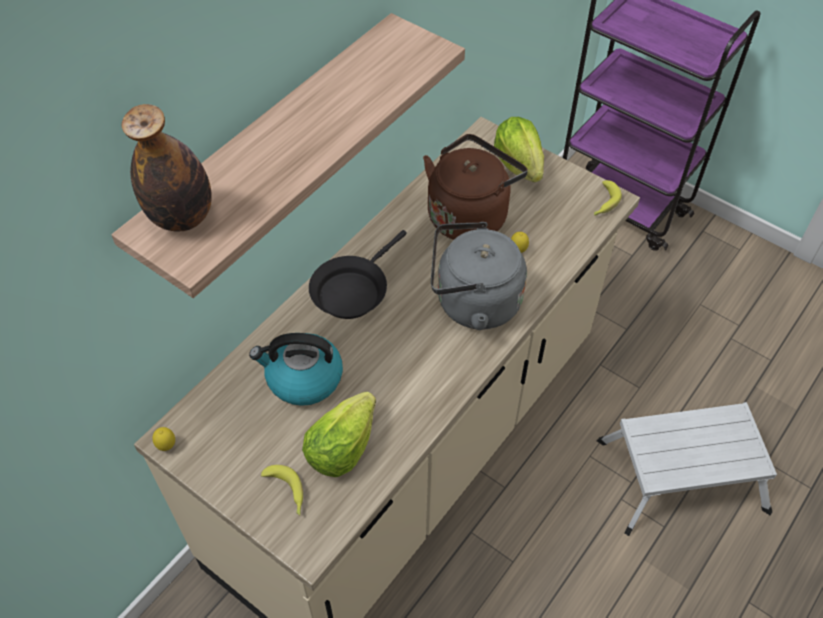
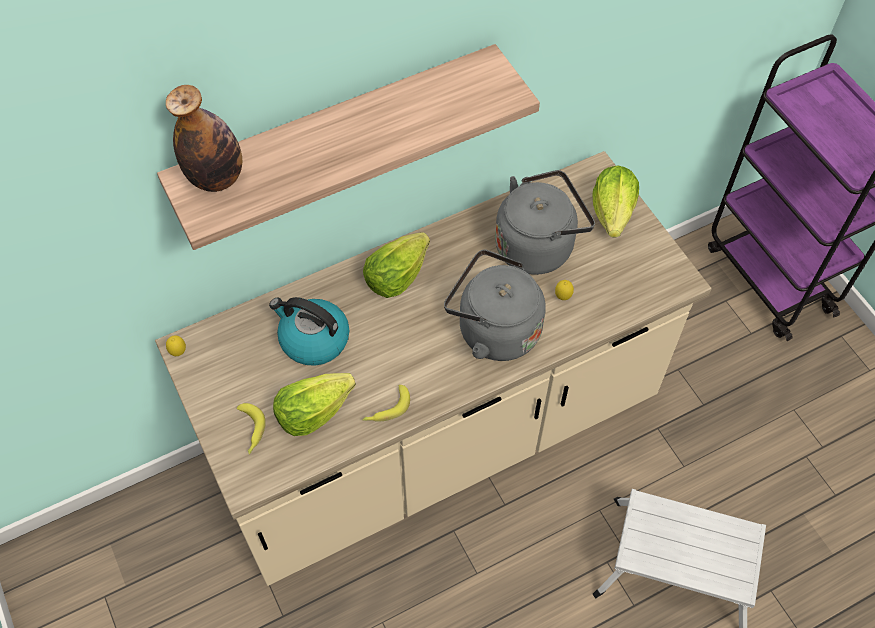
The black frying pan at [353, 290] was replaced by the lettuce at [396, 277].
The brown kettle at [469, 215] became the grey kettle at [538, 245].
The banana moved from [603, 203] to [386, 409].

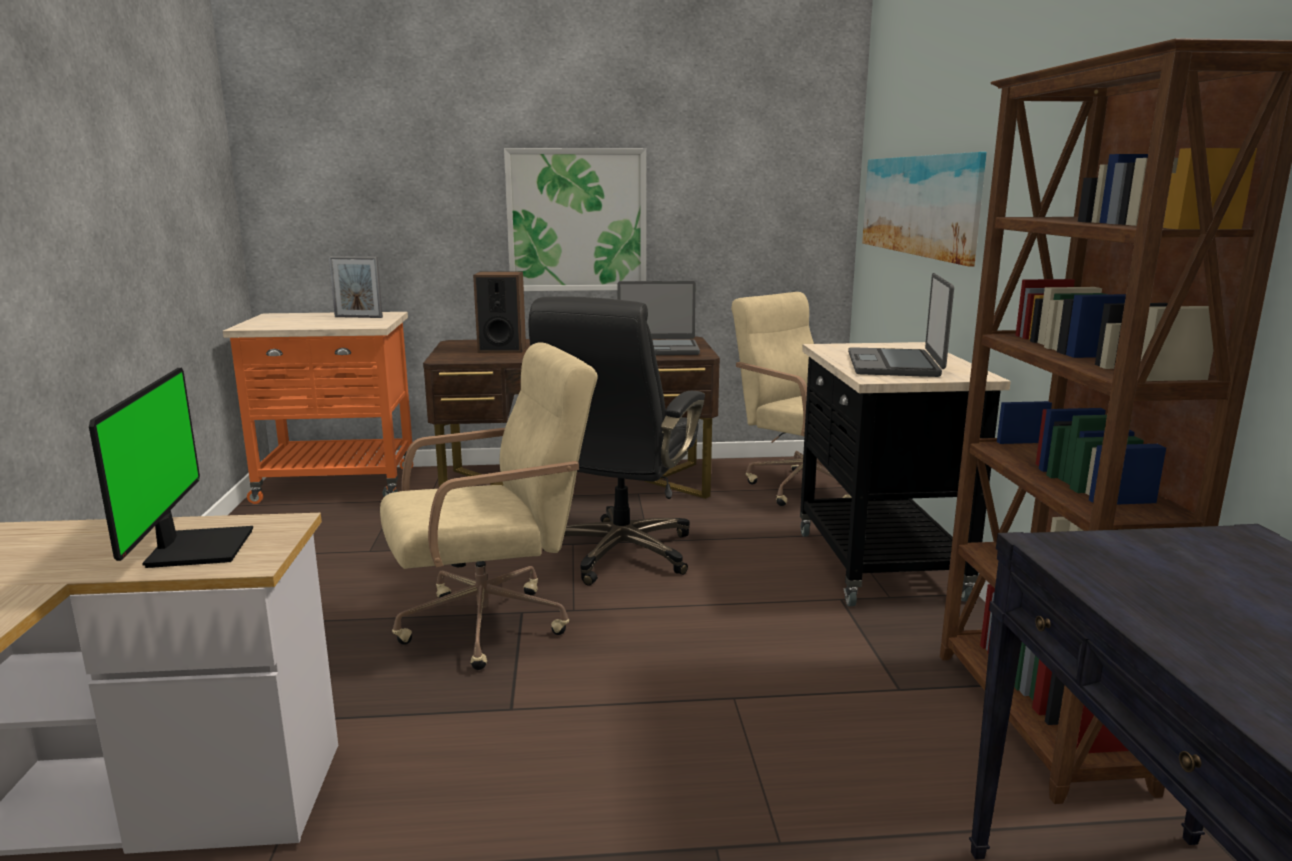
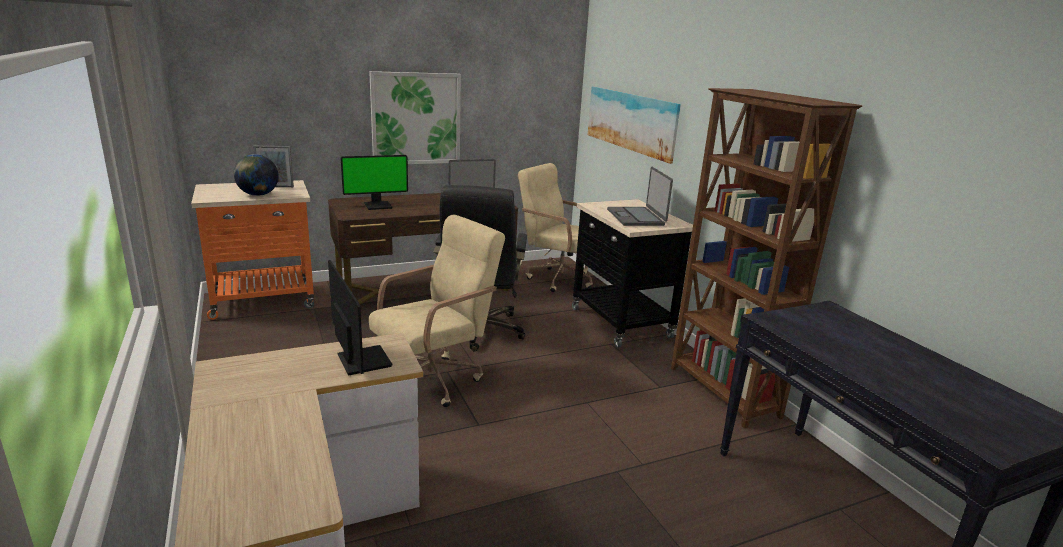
The speaker at [502, 349] was replaced by the monitor at [378, 205].
The globe at [258, 195] appeared.

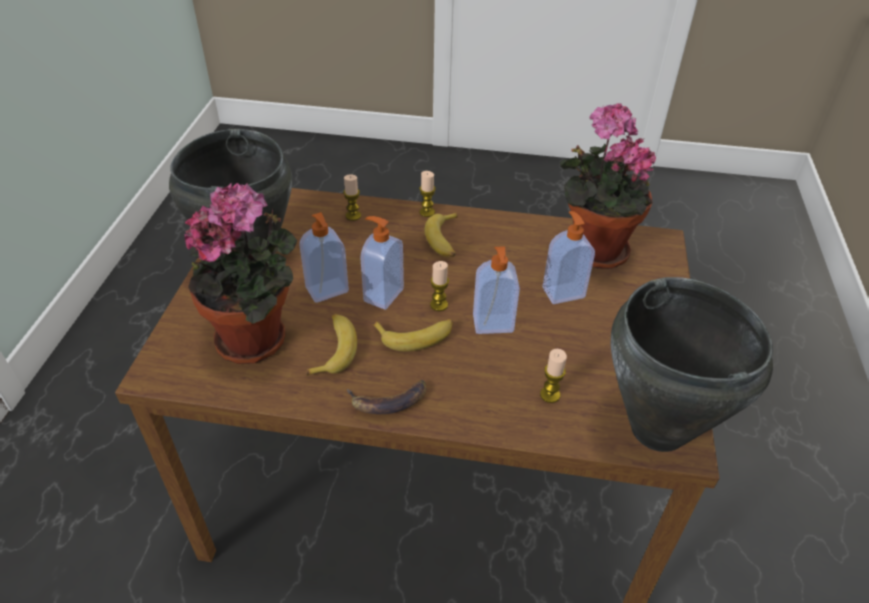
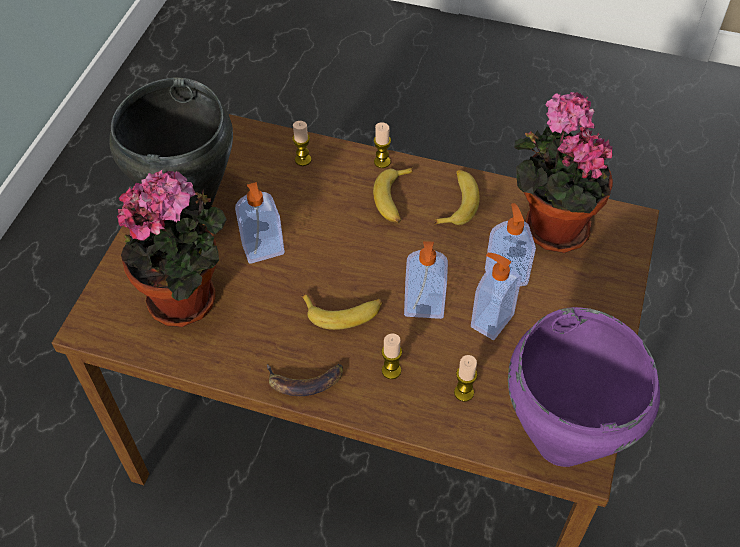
The banana moved from [334, 349] to [457, 202].
The soap dispenser moved from [382, 295] to [490, 320].
The candle moved from [439, 305] to [391, 370].
The black cooking pot at [657, 430] became the purple cooking pot at [561, 443].

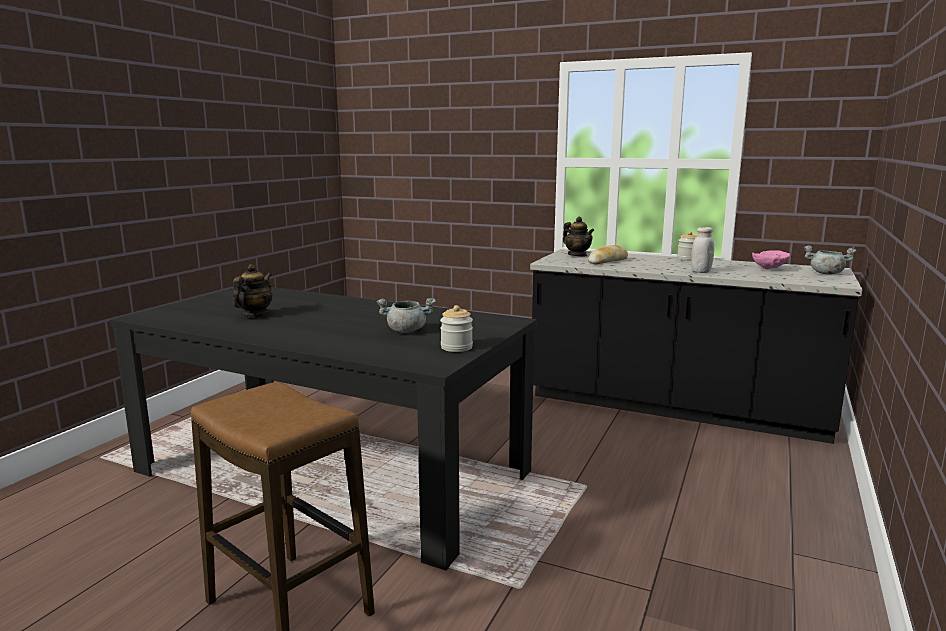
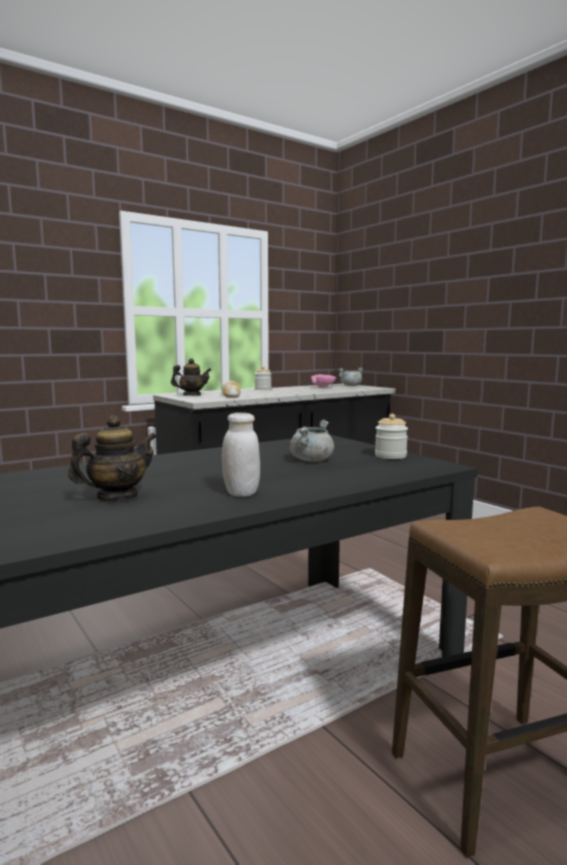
The teapot at [254, 315] turned 90 degrees clockwise.
The white jar moved from [700, 271] to [241, 493].

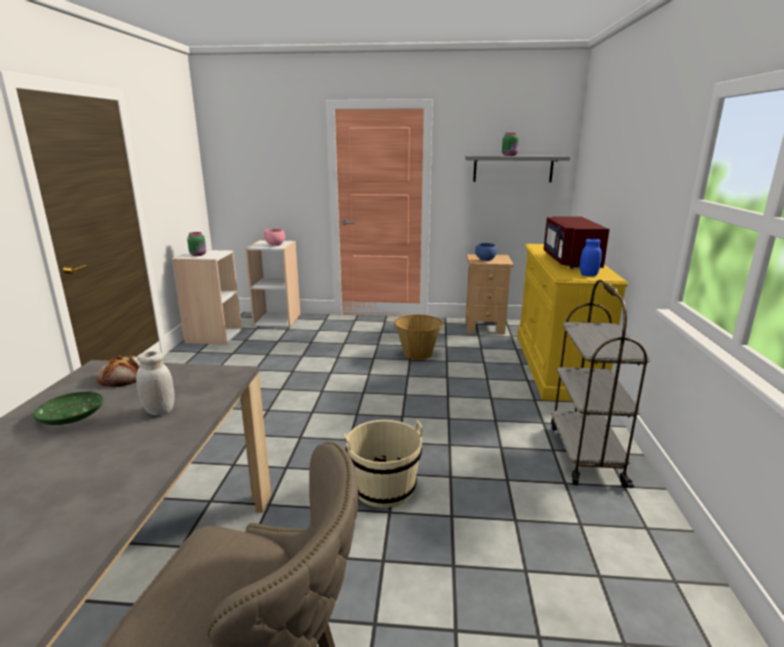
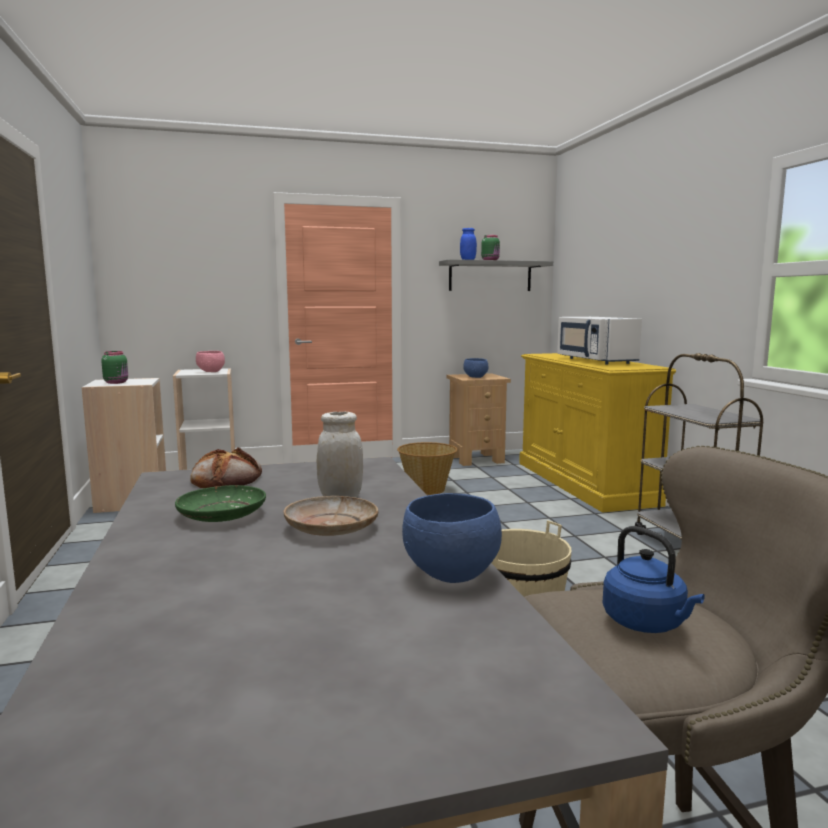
The red microwave at [570, 261] became the white microwave at [594, 361].
The blue jar moved from [588, 275] to [468, 259].
The beige plate at [331, 527] appeared.
The blue bowl at [452, 575] appeared.
The blue kettle at [647, 623] appeared.

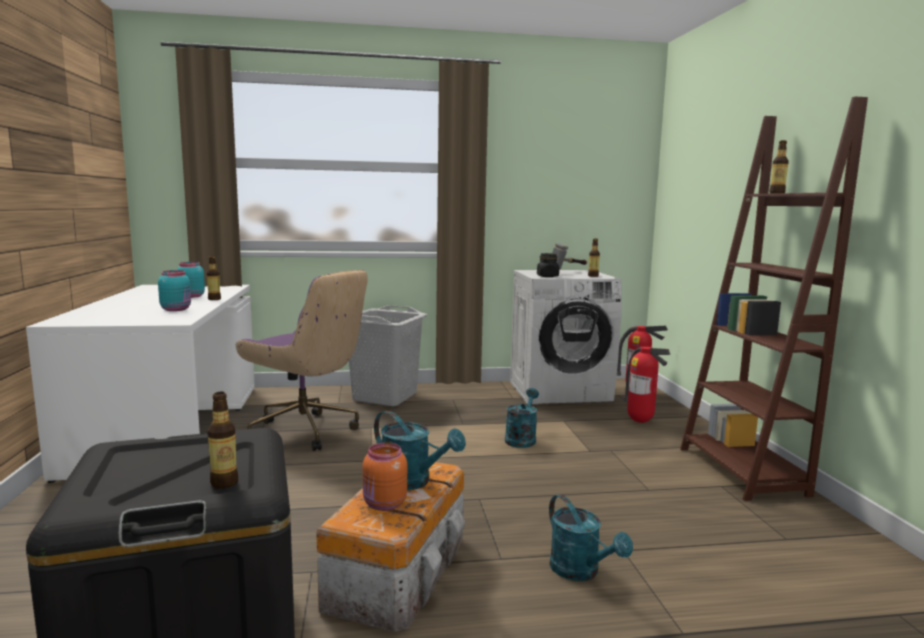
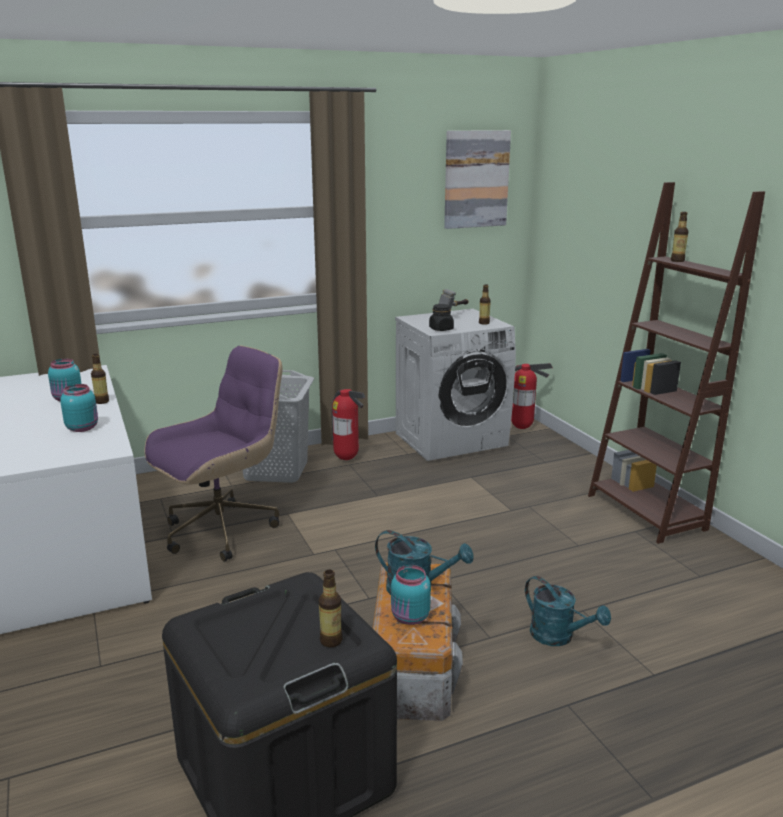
The purple office chair at [306, 432] turned 60 degrees counterclockwise.
The orange jar at [384, 504] became the turquoise jar at [410, 618].
The turquoise watering can at [521, 438] disappeared.
The fire extinguisher moved from [640, 421] to [347, 458].
The picture at [476, 179] appeared.

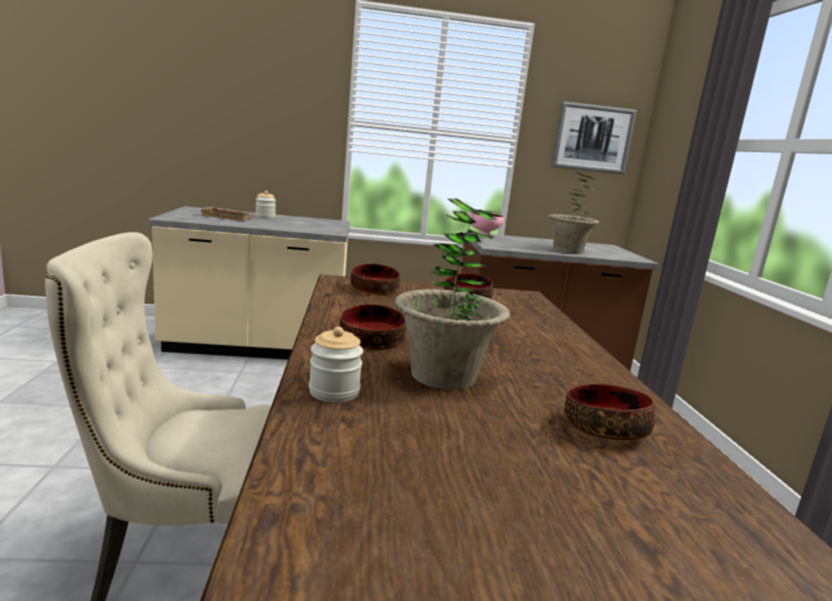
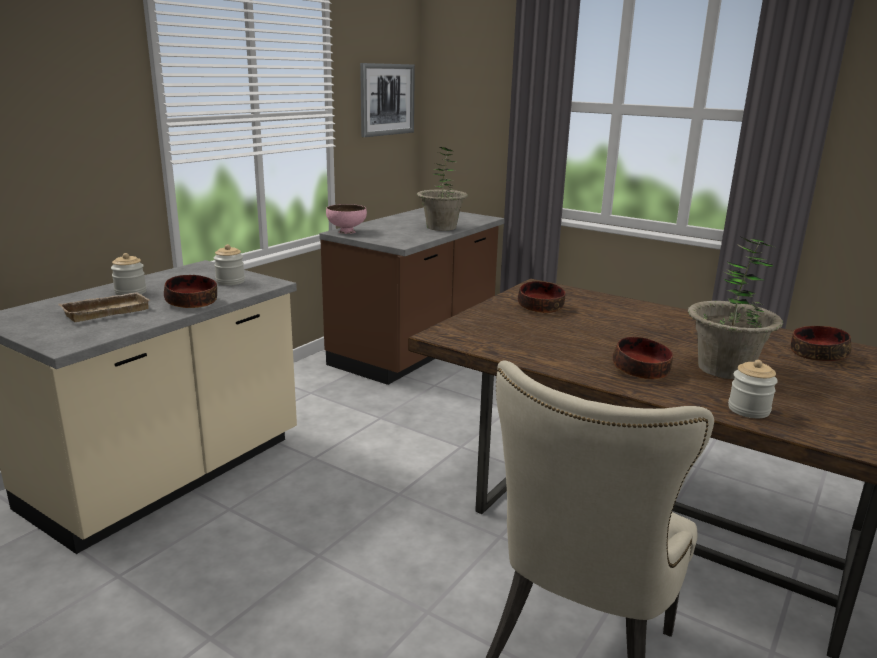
The bowl moved from [373, 290] to [191, 303].
The jar at [230, 281] appeared.

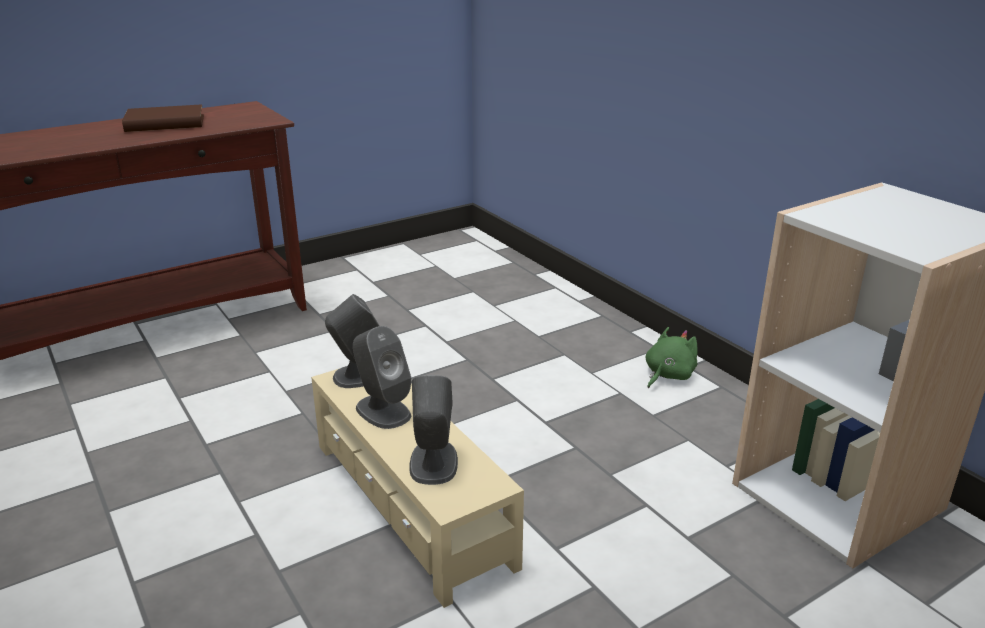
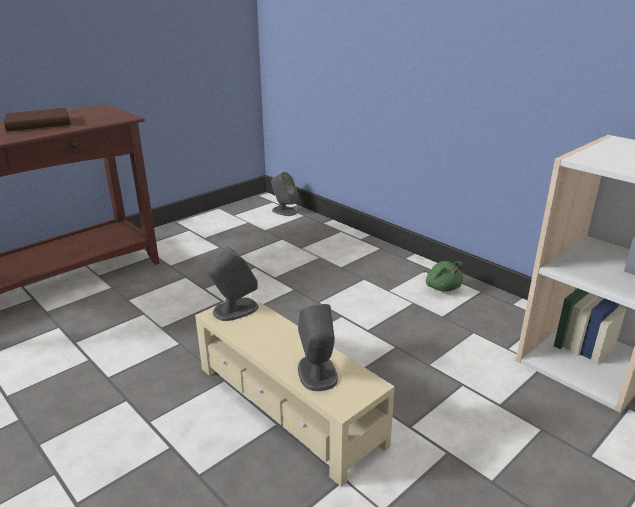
The grey speaker moved from [382, 411] to [284, 211].
The green plush toy at [667, 375] turned 120 degrees clockwise.

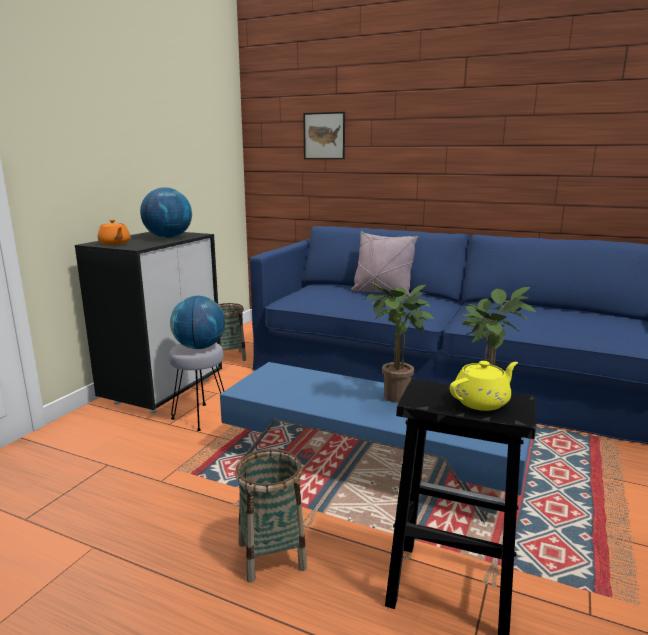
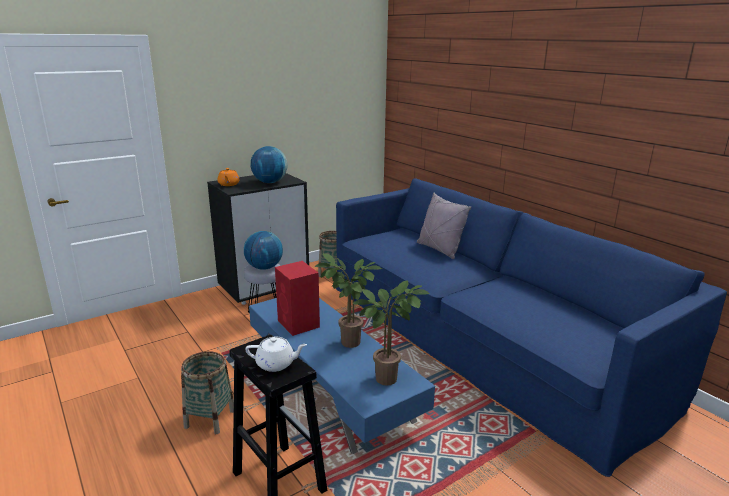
The picture at [324, 136] disappeared.
The yellow teapot at [482, 402] became the white teapot at [276, 364].
The red speaker at [299, 324] appeared.

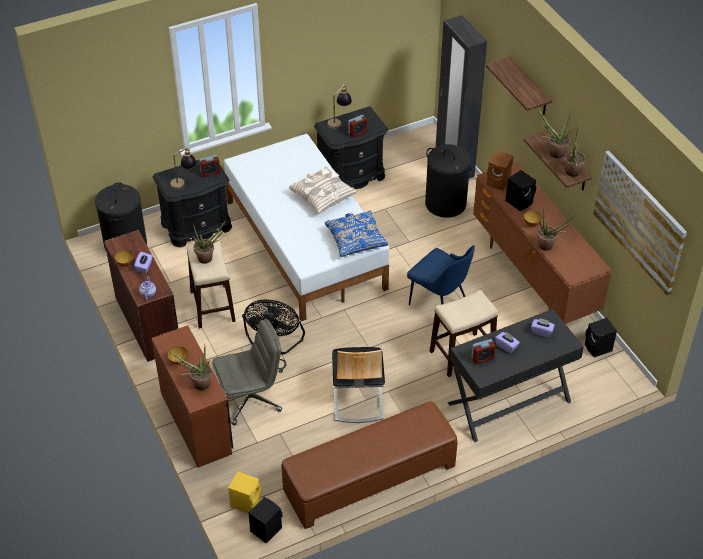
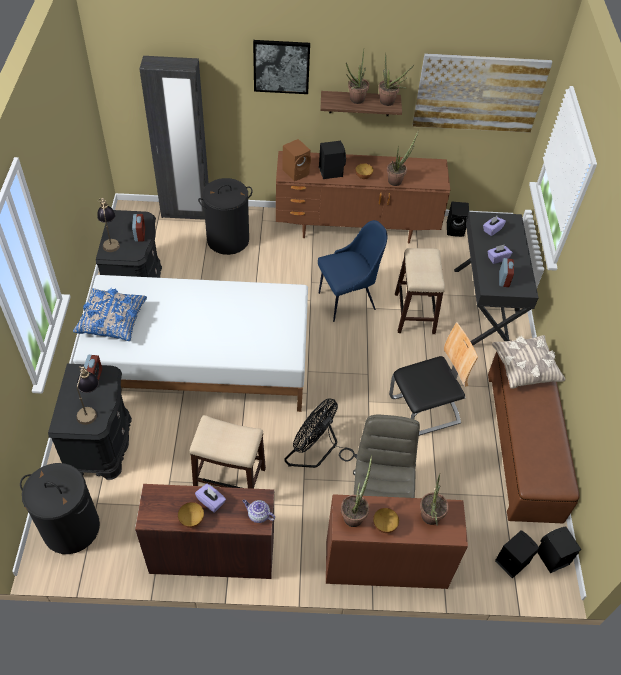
The potted plant moved from [208, 258] to [354, 514].
The yellow speaker at [246, 502] became the black speaker at [511, 561].
The beige pillow moved from [322, 197] to [524, 368].
The blue pillow moved from [355, 241] to [112, 322].
The chair at [357, 398] turned 45 degrees counterclockwise.
The shelf at [529, 88] was replaced by the picture at [281, 66].

